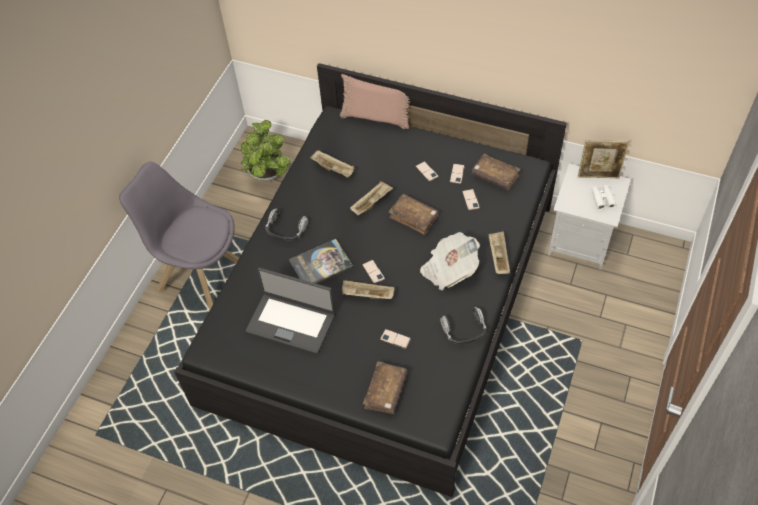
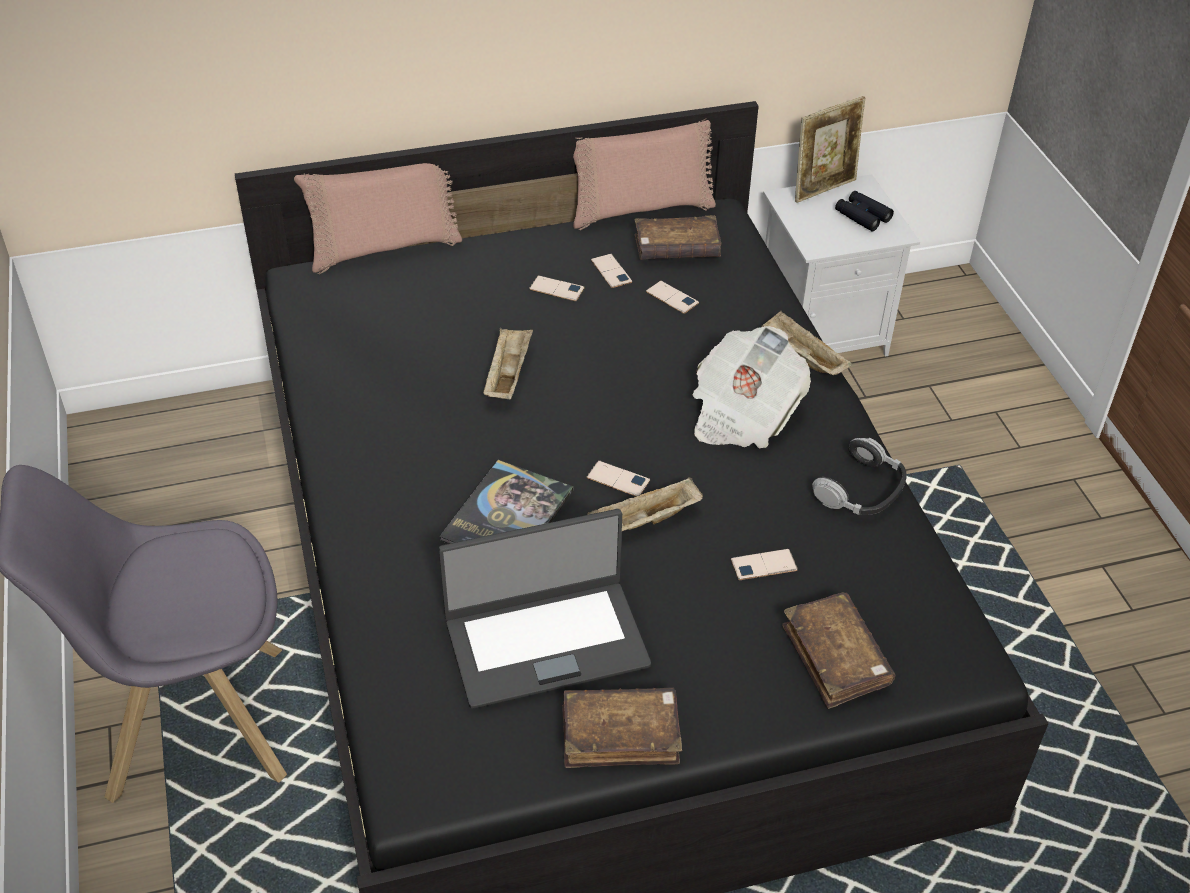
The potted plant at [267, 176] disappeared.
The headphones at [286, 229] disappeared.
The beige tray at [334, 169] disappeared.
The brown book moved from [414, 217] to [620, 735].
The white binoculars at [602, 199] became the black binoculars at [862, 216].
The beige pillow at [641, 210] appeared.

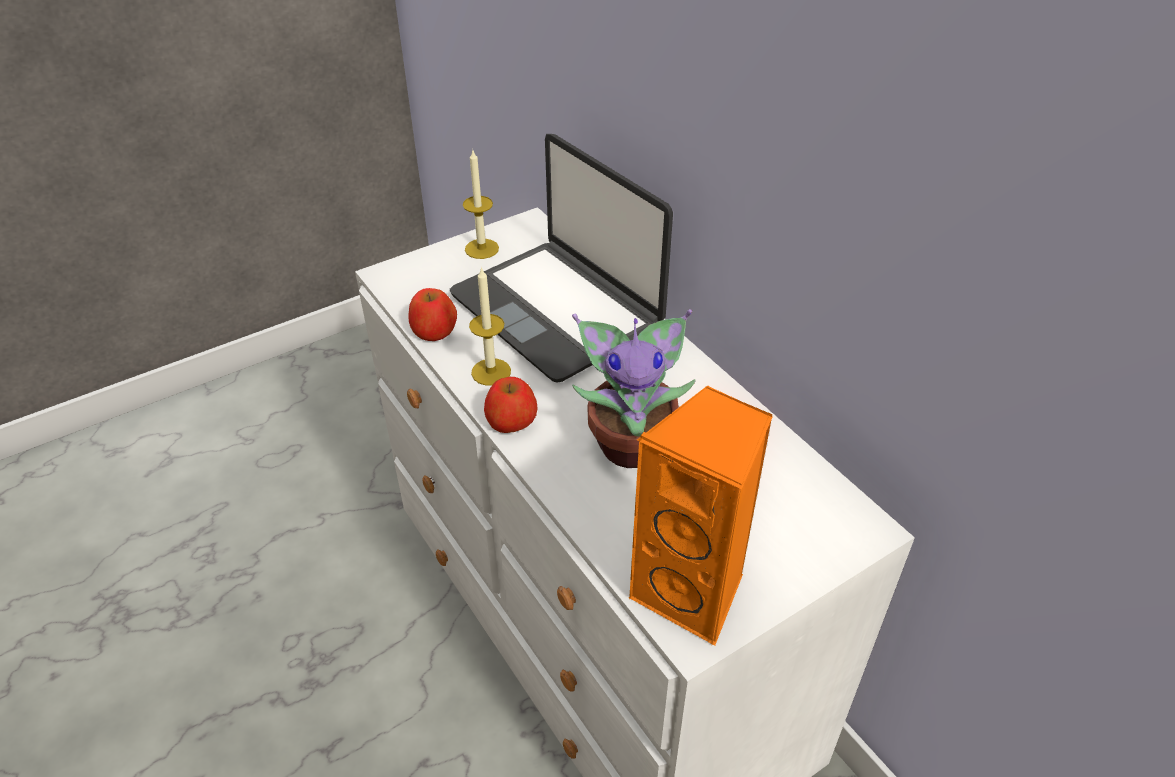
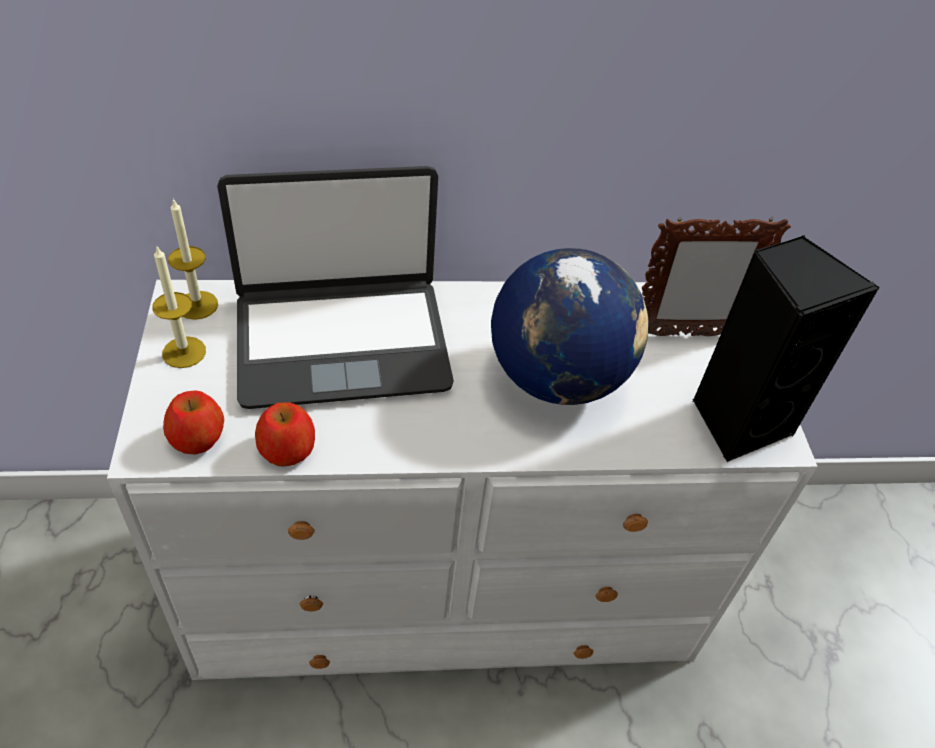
The candle moved from [491, 372] to [197, 305].
The apple moved from [511, 421] to [197, 437].
The potted plant at [632, 442] was replaced by the globe at [558, 377].
The orange speaker at [693, 592] became the black speaker at [738, 421].
The picture frame at [684, 334] appeared.

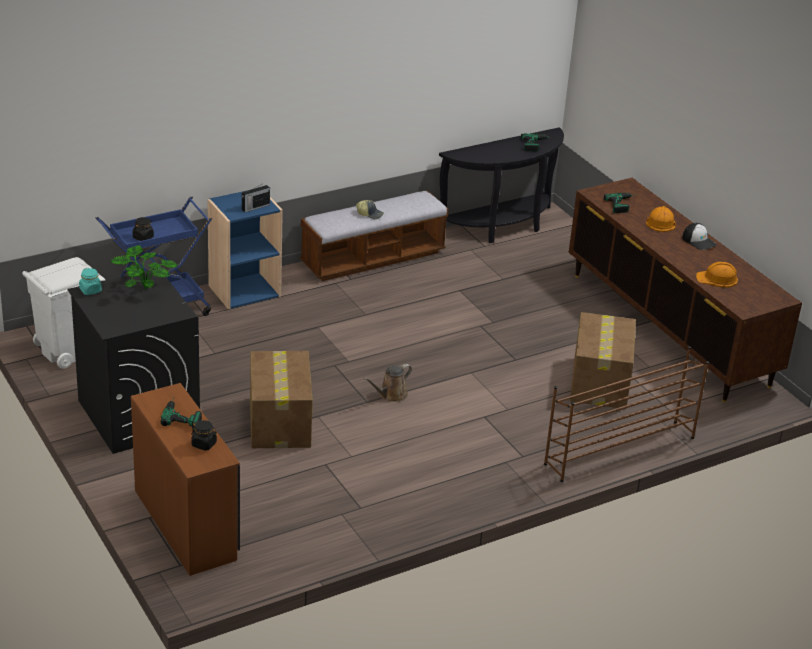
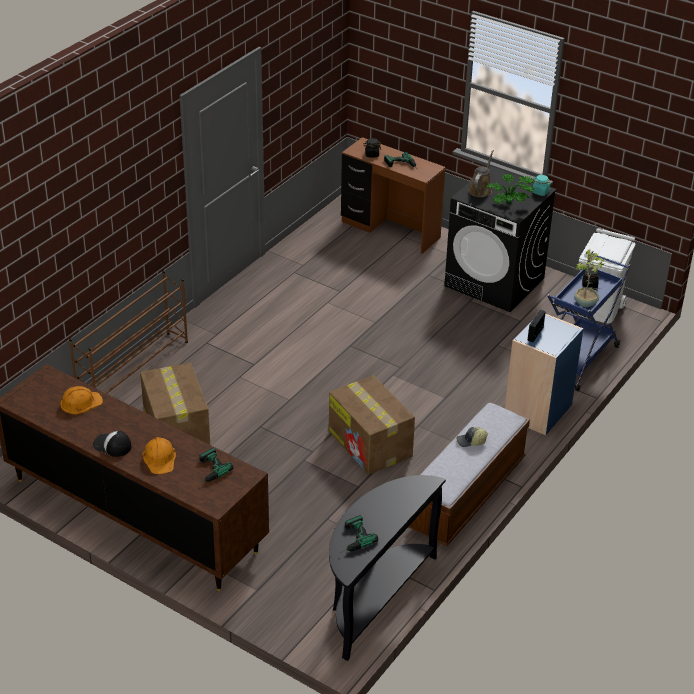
The cardboard box moved from [279, 421] to [371, 444].
The brown watering can moved from [391, 395] to [480, 189].
The potted plant at [586, 303] appeared.

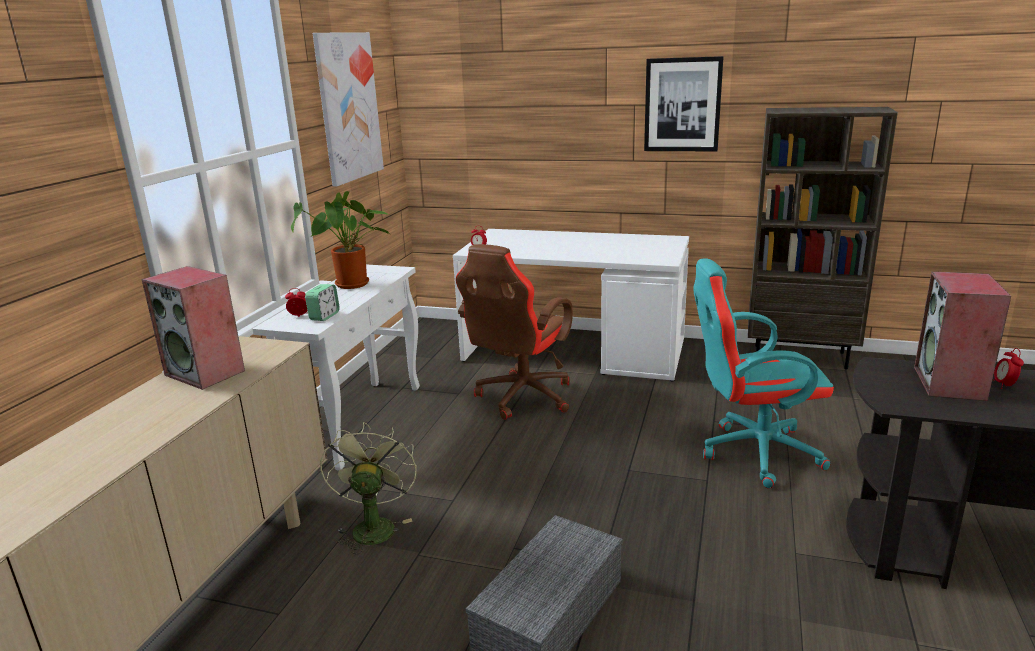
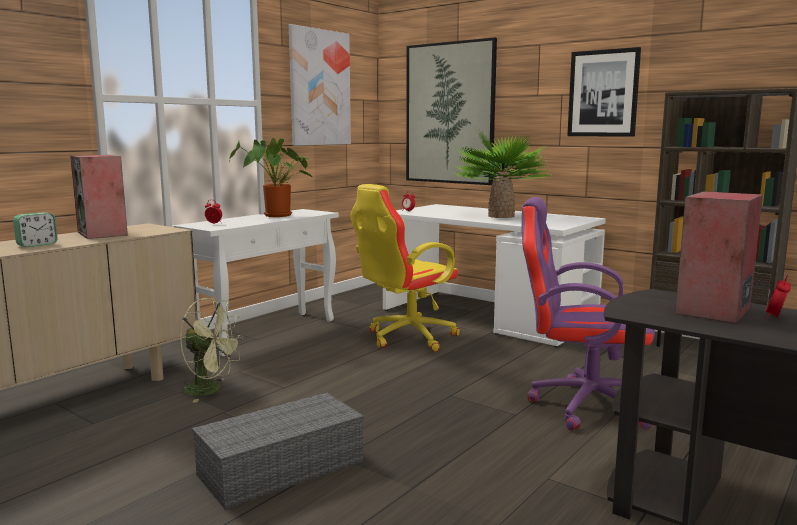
The alarm clock moved from [324, 316] to [37, 245].
The green fan at [373, 526] turned 90 degrees clockwise.
The brown office chair at [520, 400] became the yellow office chair at [405, 339].
The turquoise office chair at [750, 454] became the purple office chair at [579, 405].
The picture at [449, 113] appeared.
The potted plant at [501, 216] appeared.

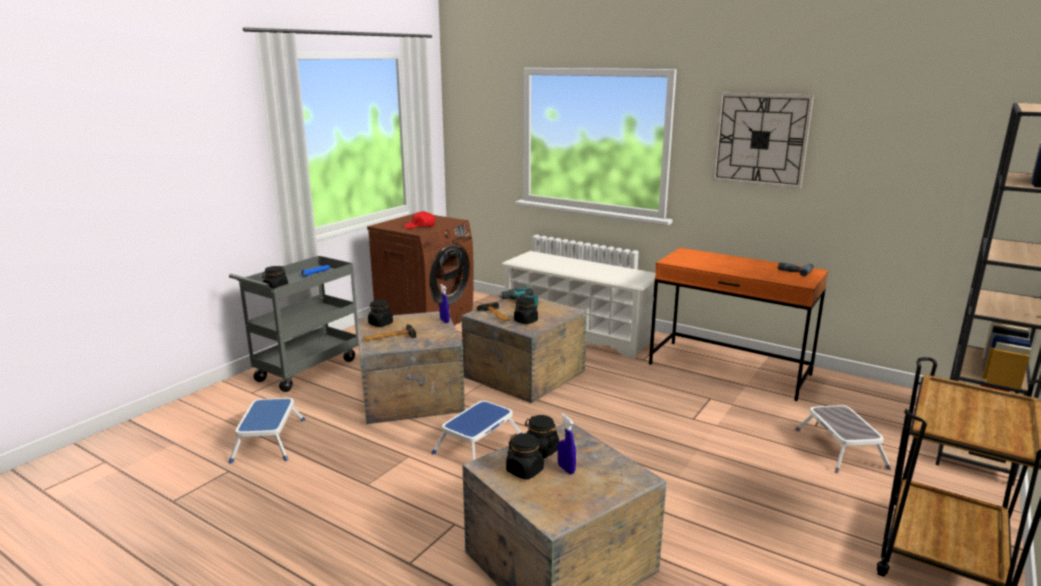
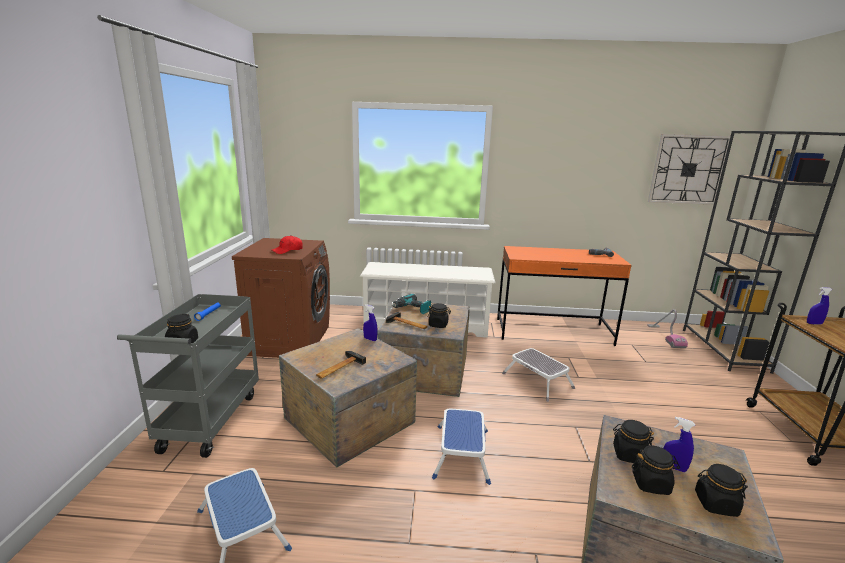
The black jar moved from [380, 324] to [715, 504].
The wall clock moved from [760, 139] to [688, 169].
The grey step ladder moved from [840, 448] to [537, 381].
The vacuum cleaner at [665, 336] appeared.
The blue spray bottle at [814, 323] appeared.

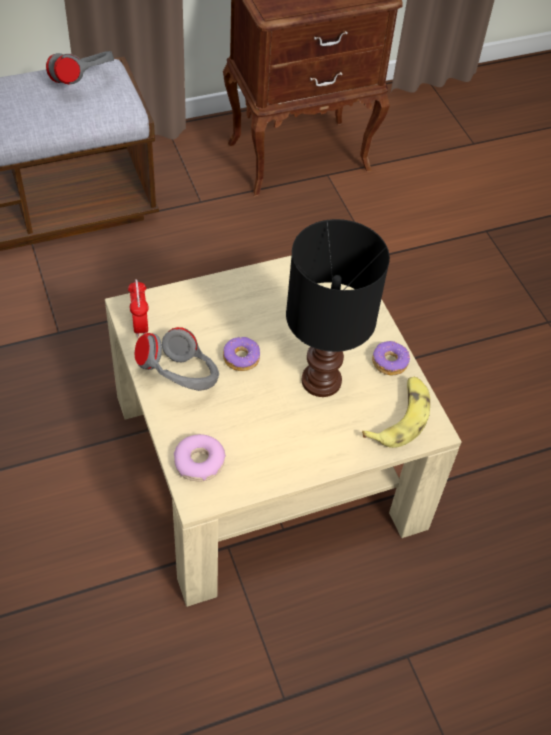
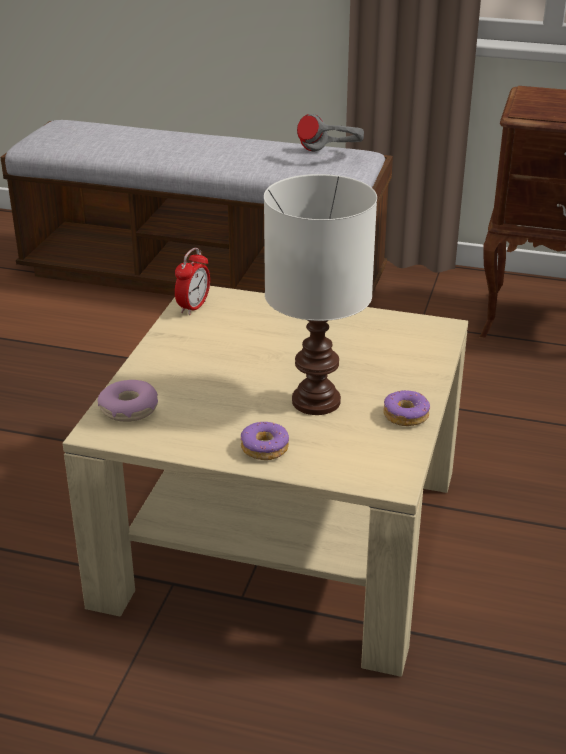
The grey headphones at [181, 379] disappeared.
The donut moved from [241, 358] to [265, 448].
The black table lamp at [319, 380] became the white table lamp at [314, 400].
The banana at [400, 417] disappeared.

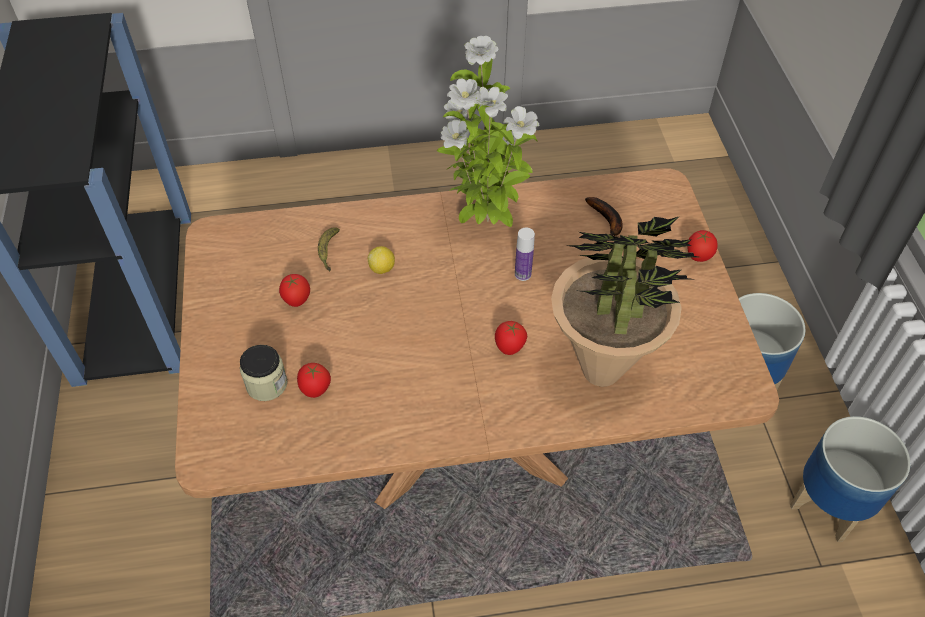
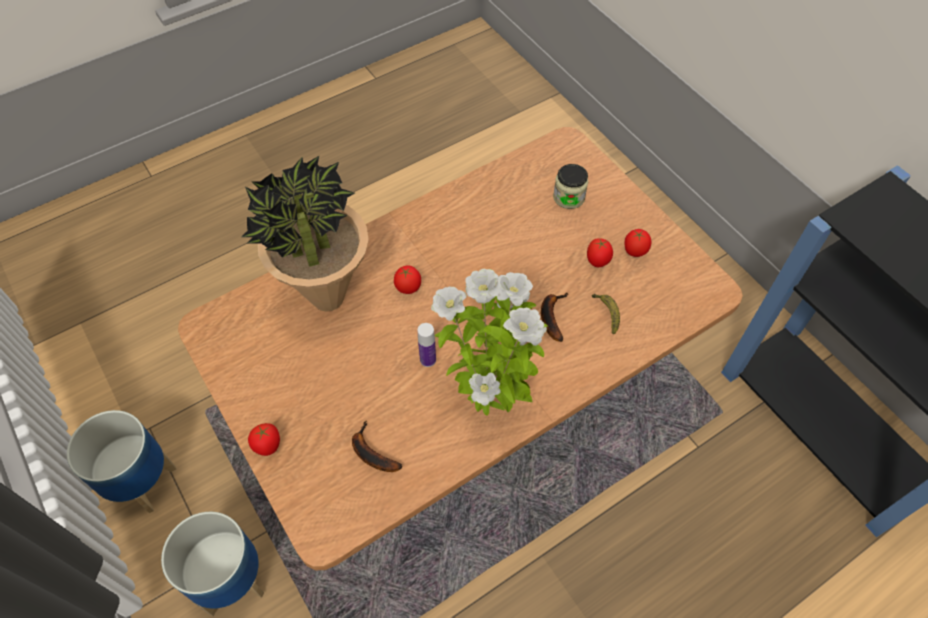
The tomato moved from [316, 390] to [634, 252].
The lemon at [382, 268] was replaced by the banana at [551, 316].

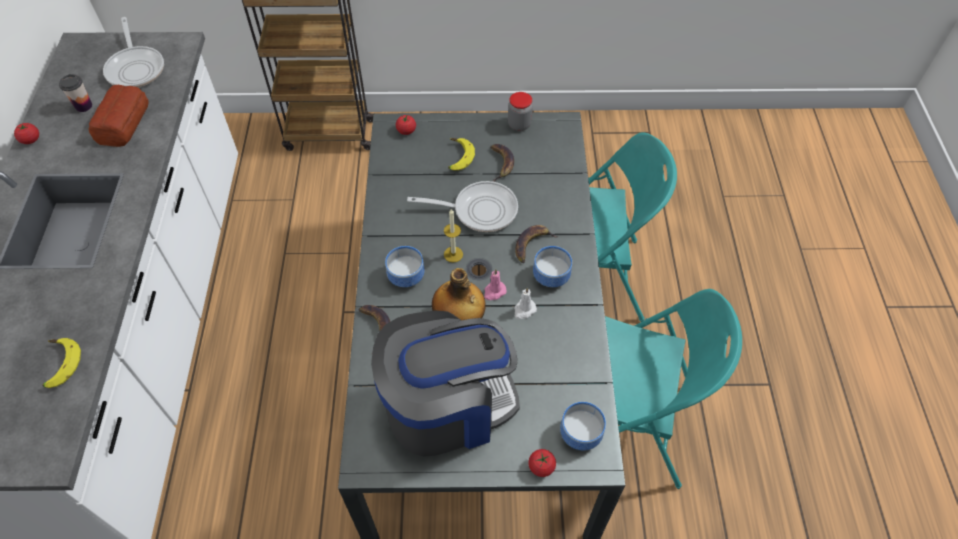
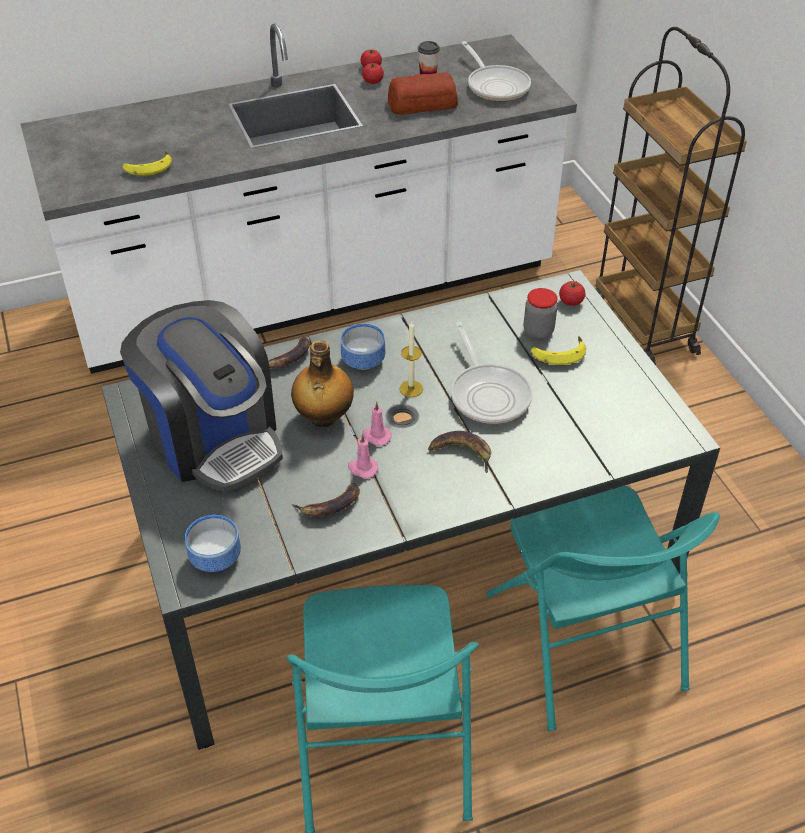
The frying pan at [136, 68] turned 75 degrees counterclockwise.
The banana moved from [501, 163] to [330, 506].
The jar moved from [519, 124] to [538, 331].
The white candle at [524, 310] became the pink candle at [362, 469].
The tomato moved from [541, 467] to [373, 81].
The bowl at [553, 276] disappeared.

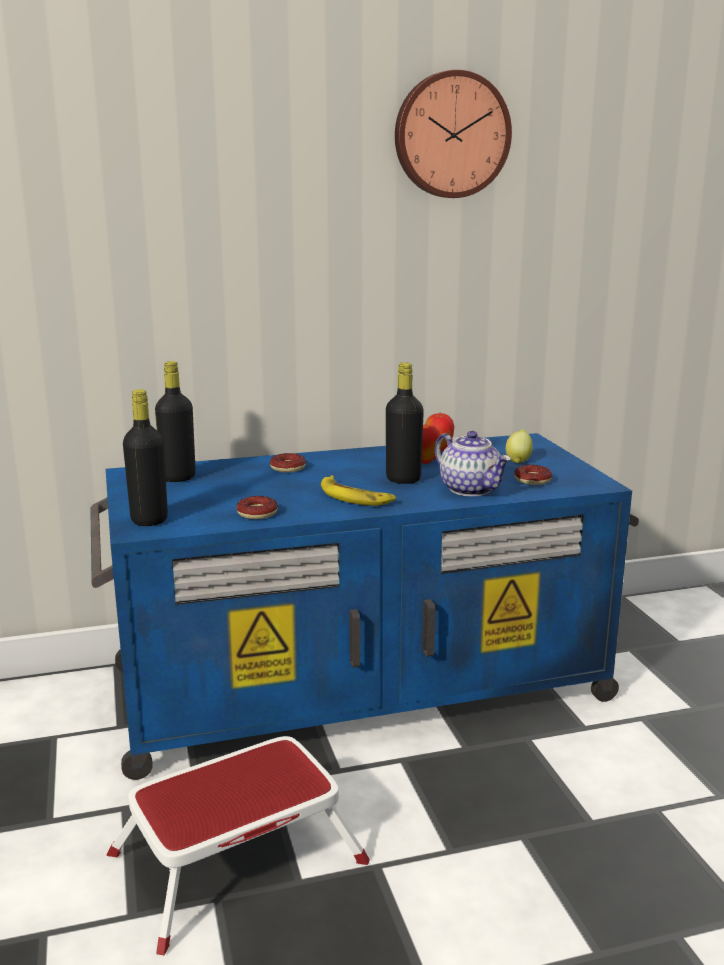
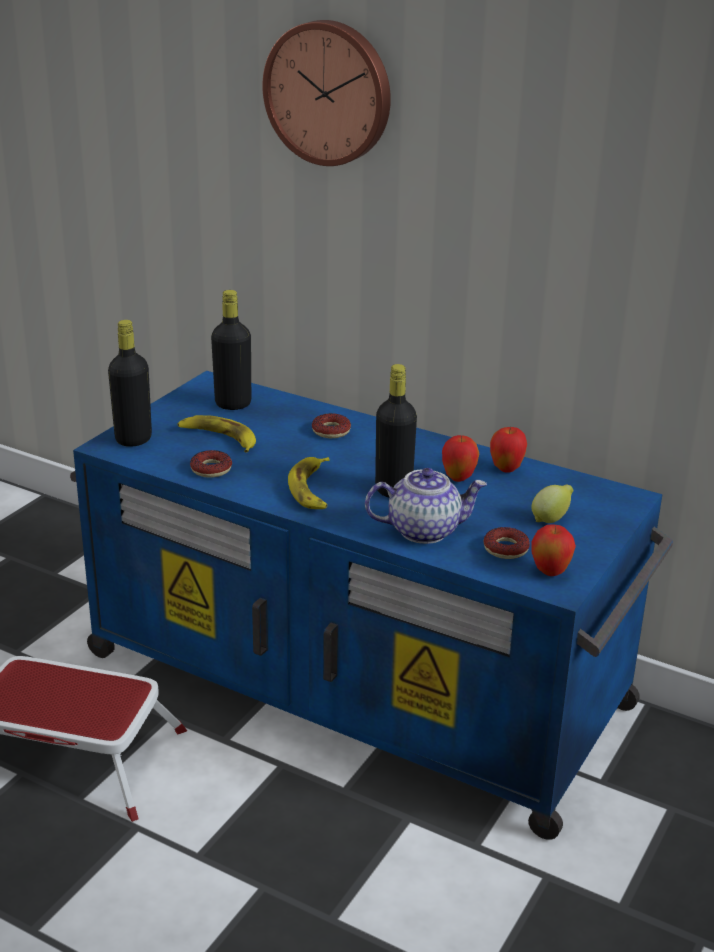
The wall clock moved from [451, 135] to [329, 92].
The teapot at [471, 489] turned 105 degrees counterclockwise.
The banana at [219, 438] appeared.
The apple at [550, 572] appeared.

